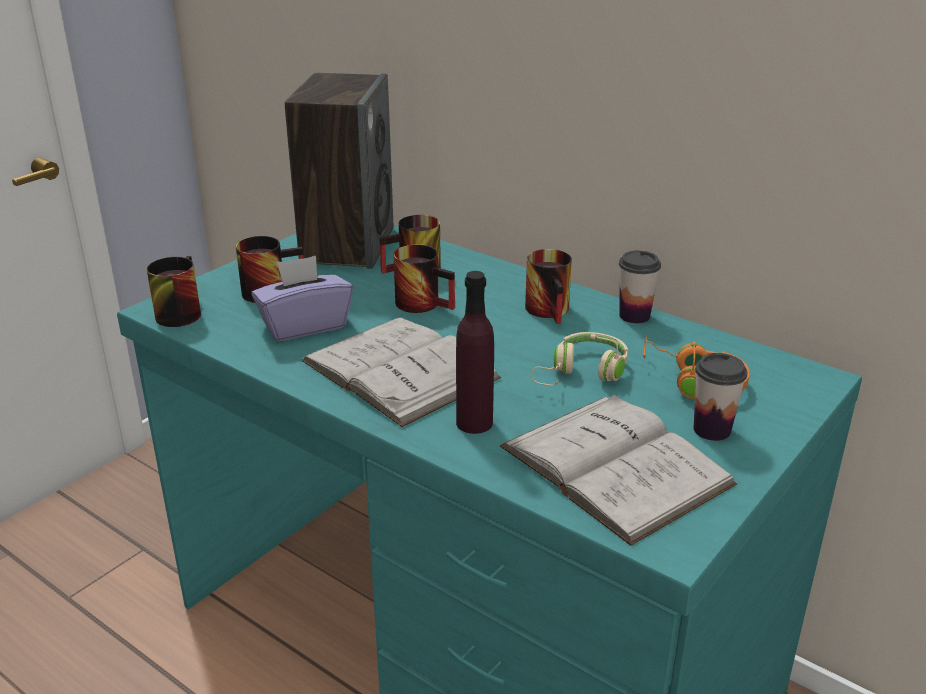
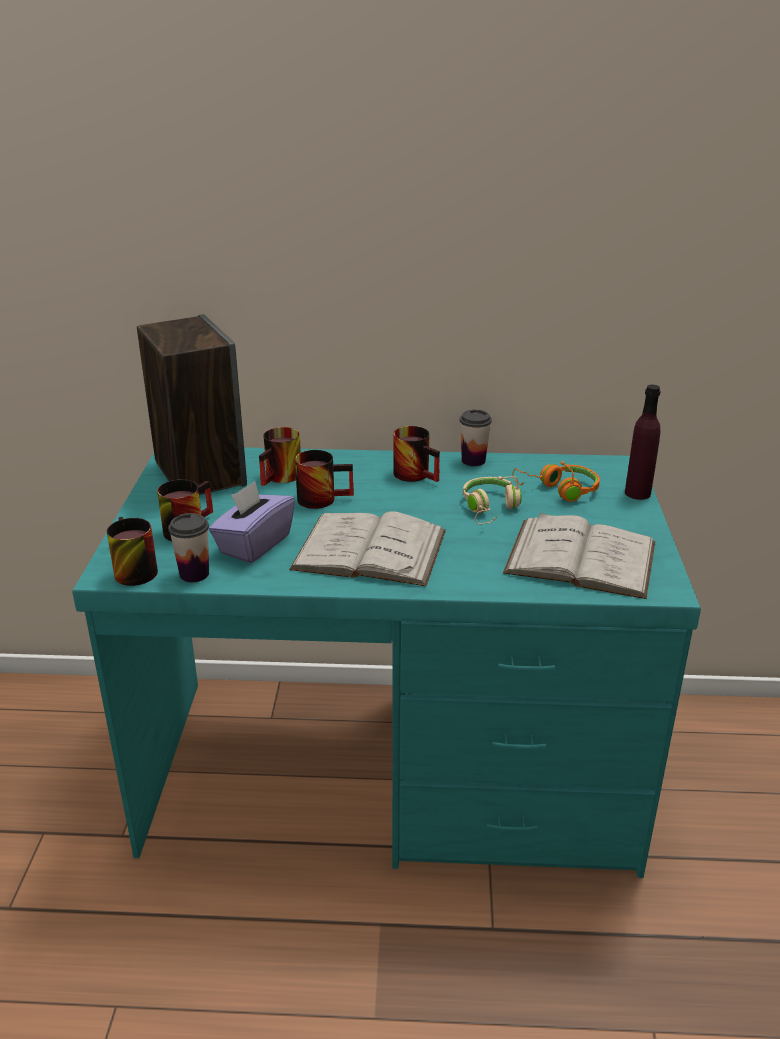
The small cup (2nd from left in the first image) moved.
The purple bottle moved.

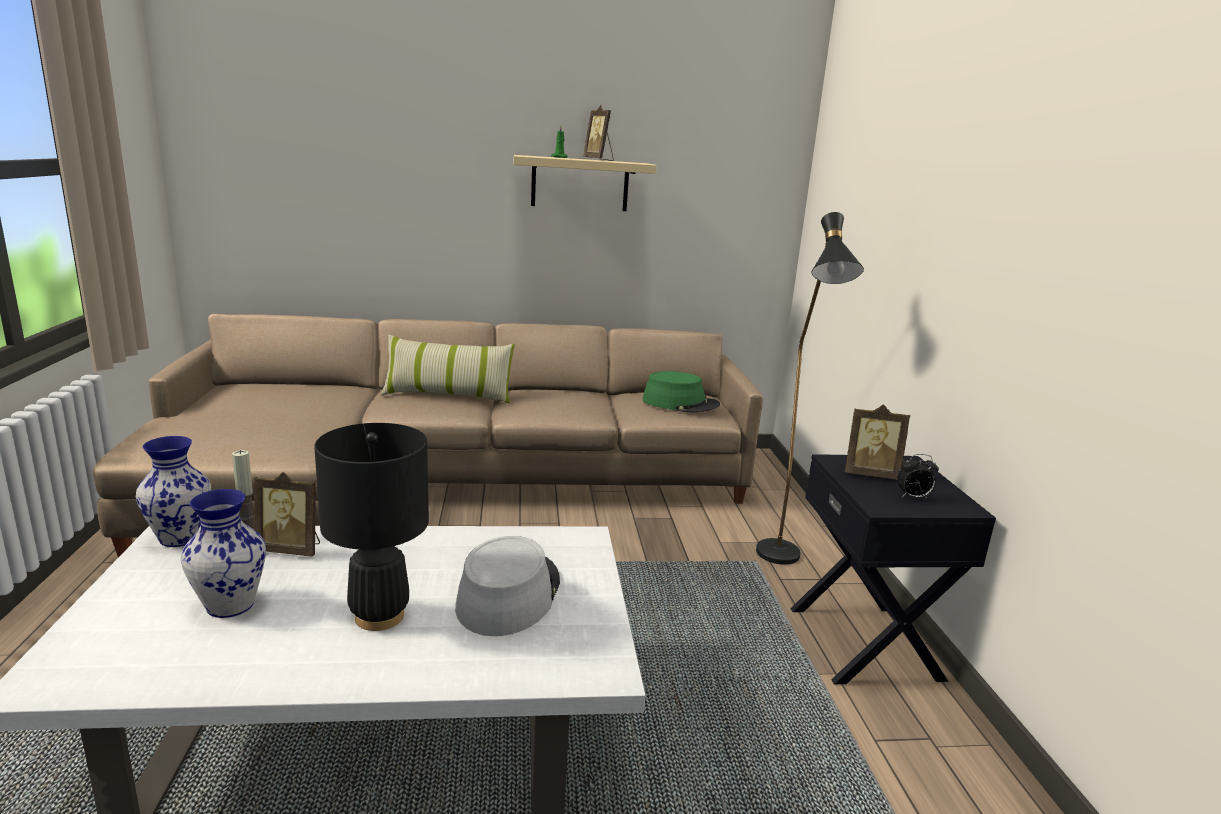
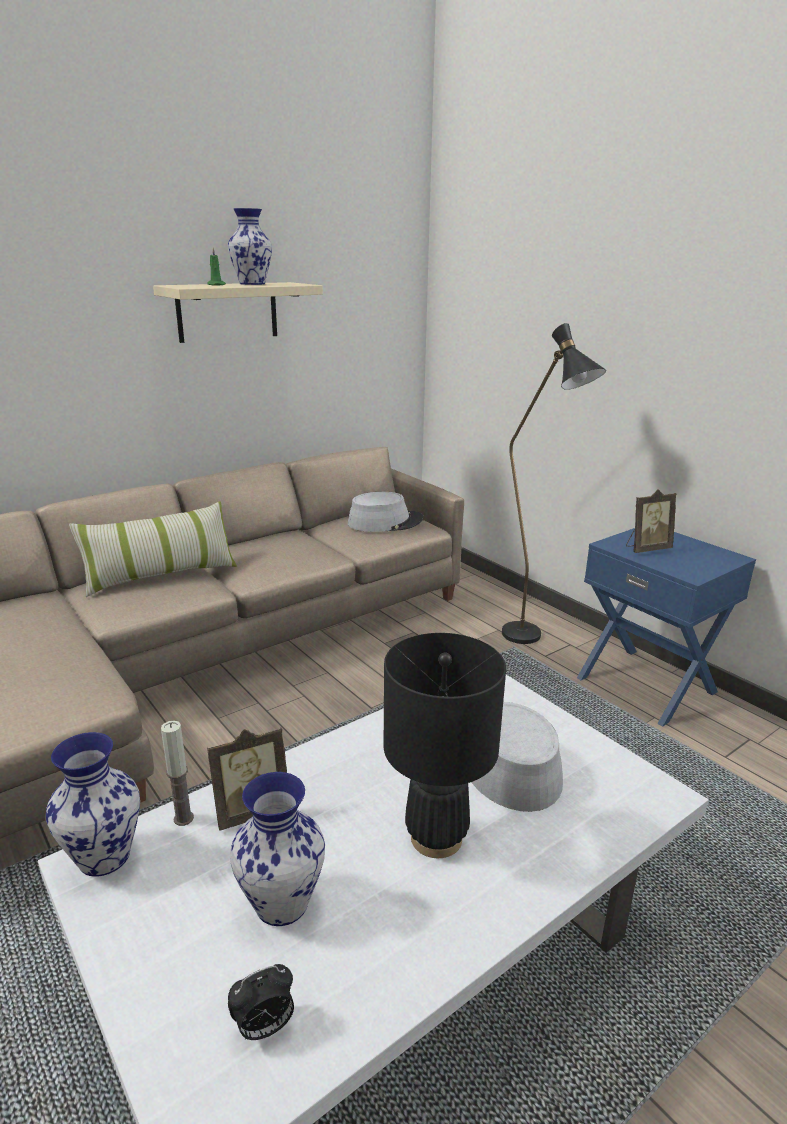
The standing frame (2nd from left) was replaced by the decorative vase (2nd from left).
The bedside clock moved.
The greenish hat became the grey hat (1st from left).
The black bedside table became the bluish bedside table.

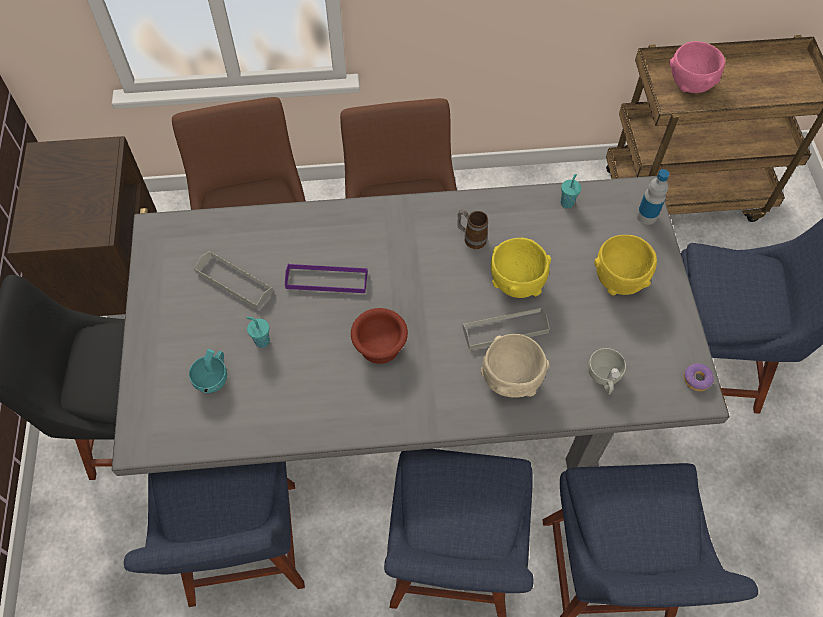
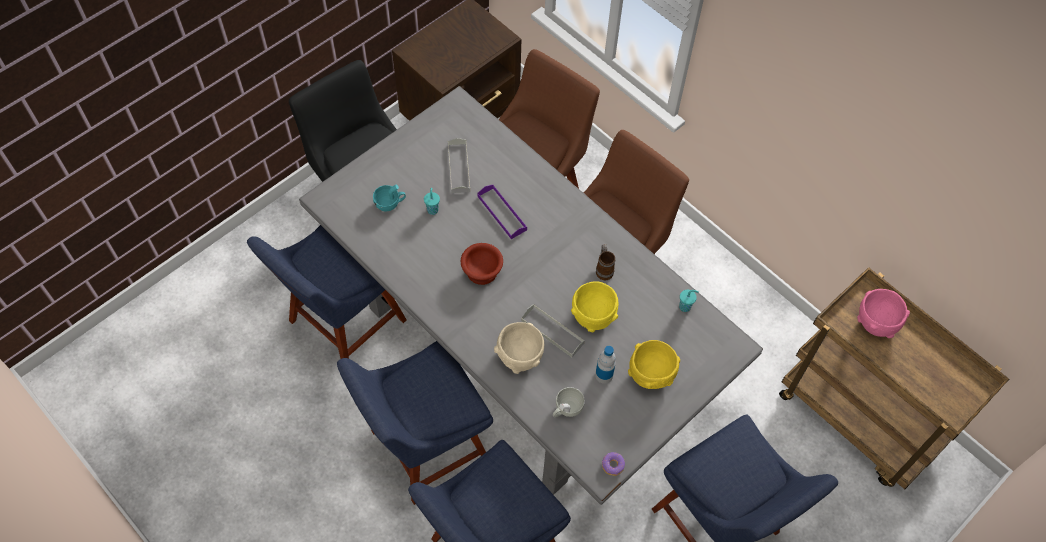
The bottle moved.

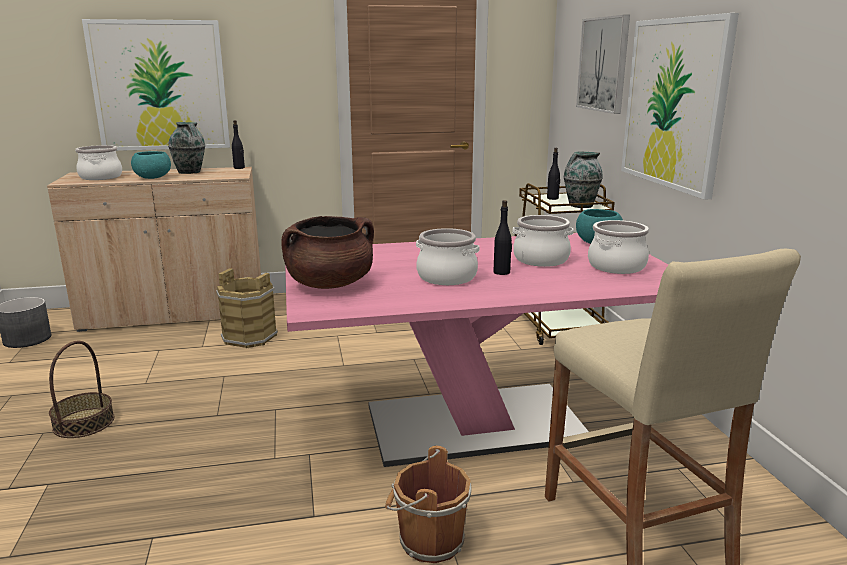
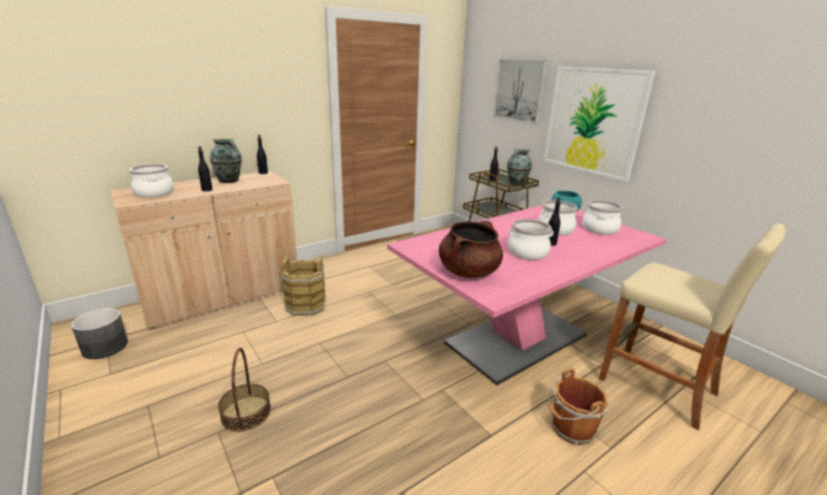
The turquoise serving bowl (1st from left) was replaced by the black bottle (1st from left).
The wall art (1st from left) disappeared.

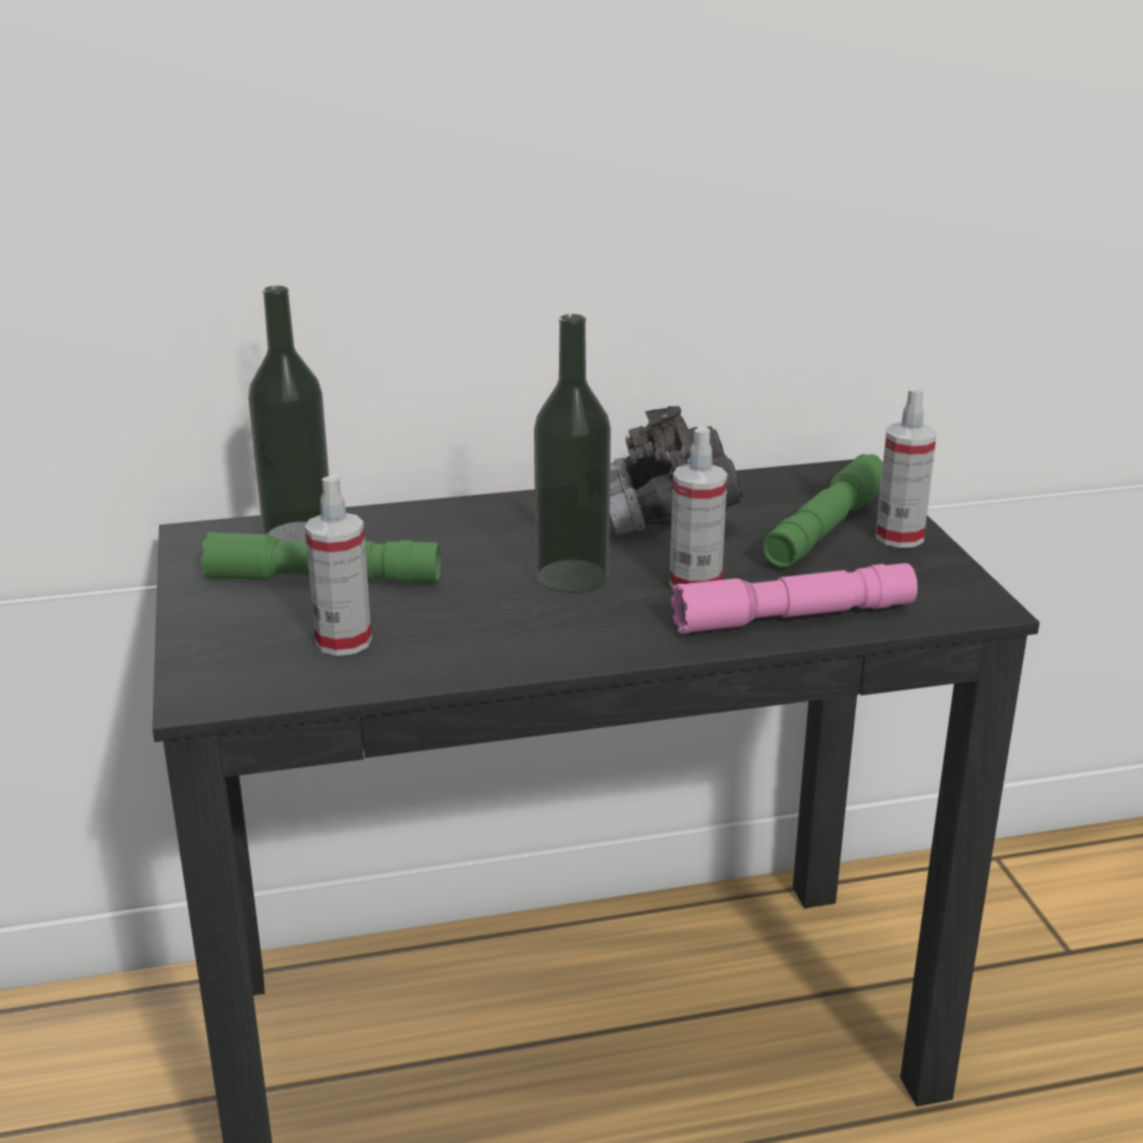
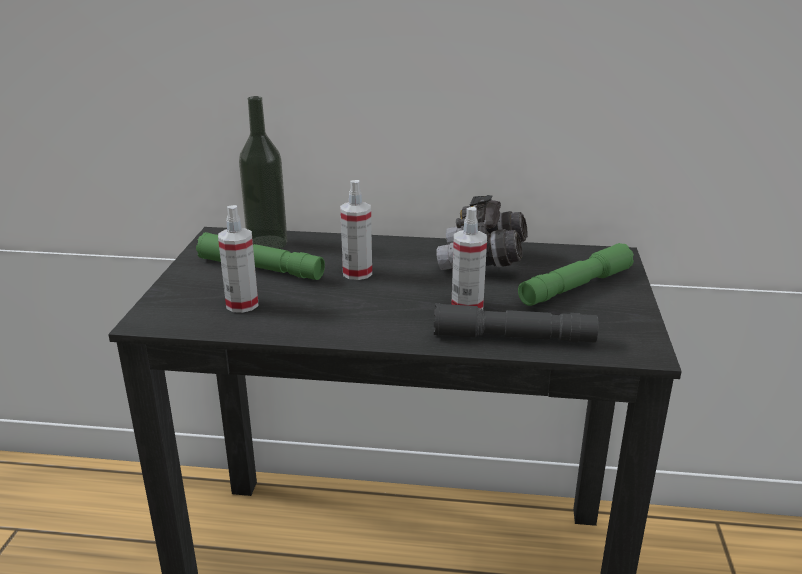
The hand sprayer (3rd from left in the first image) moved.
The pink-coloured torch became the grey torch.
The bottle (2nd from left) disappeared.

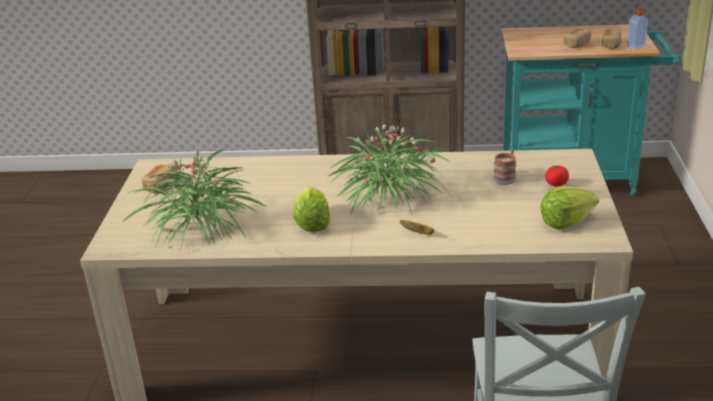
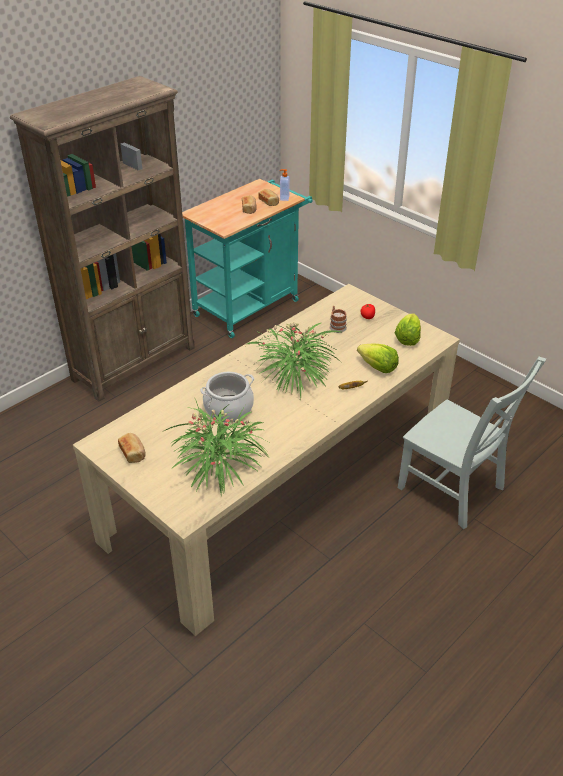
The stockpot appeared.
The lettuce head (1st from left) moved.

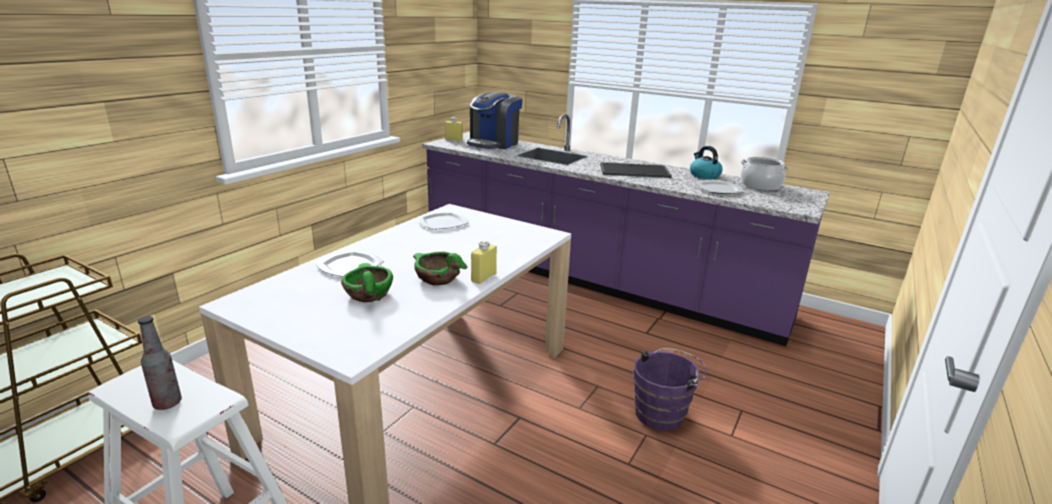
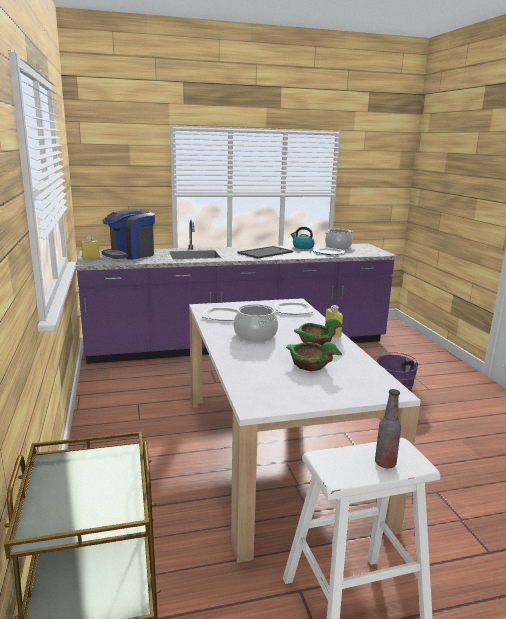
The coffee brewer turned 60 degrees clockwise.
The stockpot (1st from left) appeared.
The plate (1st from left in the first image) moved.

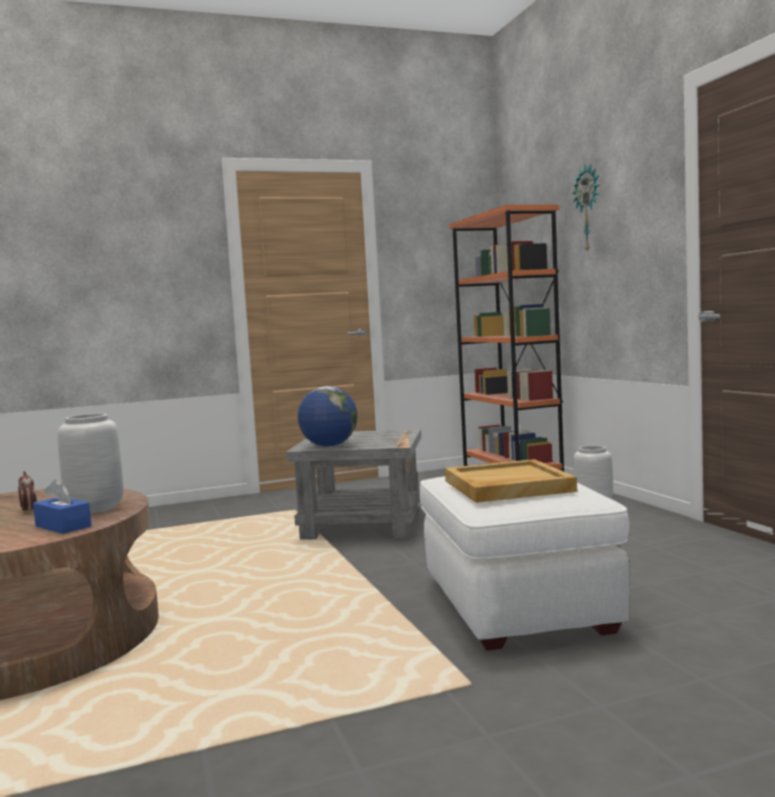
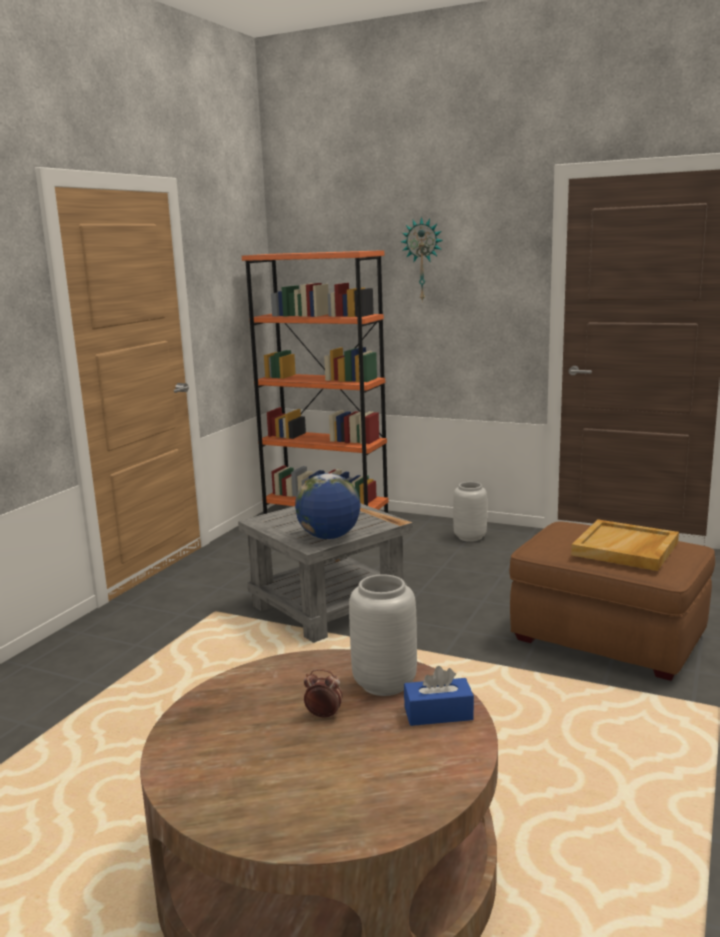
The whitish pouffe became the brownish pouffe.

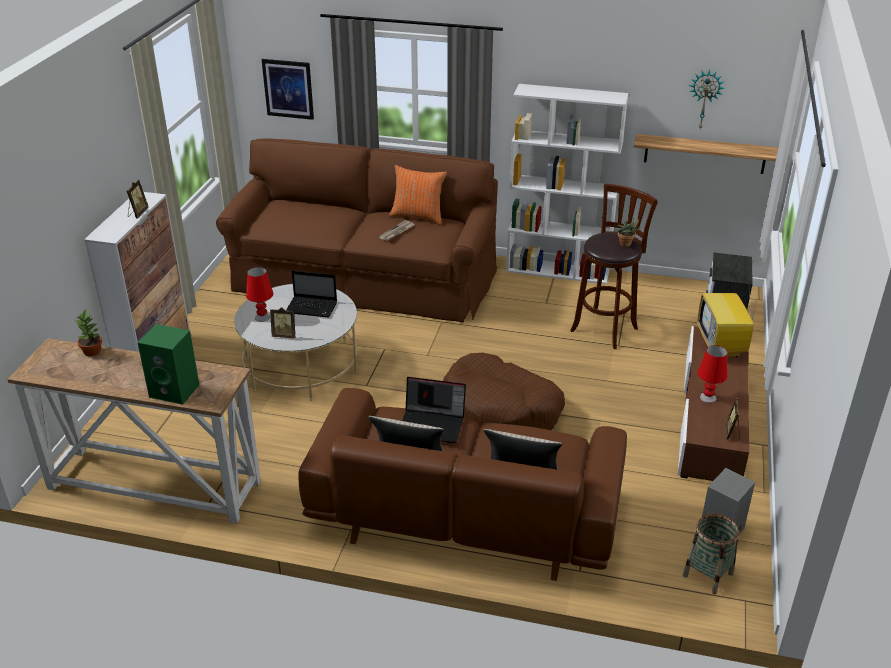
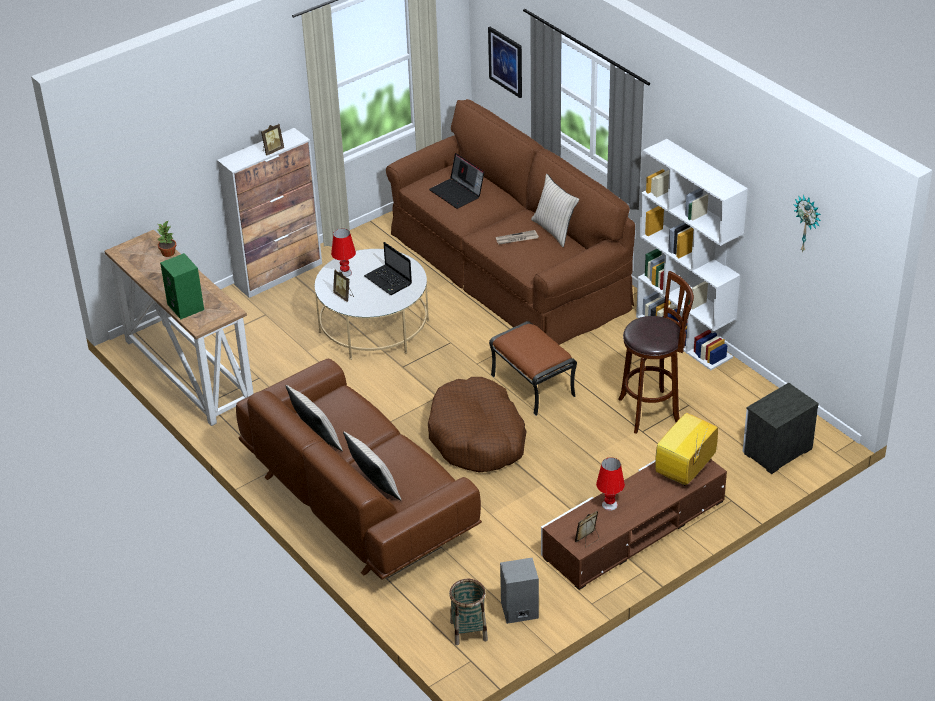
The notebook computer (2nd from left) moved.
The brownish pouffe appeared.
The orange-coloured pillow became the sand-coloured pillow (3rd from left).
The potted plant (2nd from left) disappeared.
The bracket shelf disappeared.

